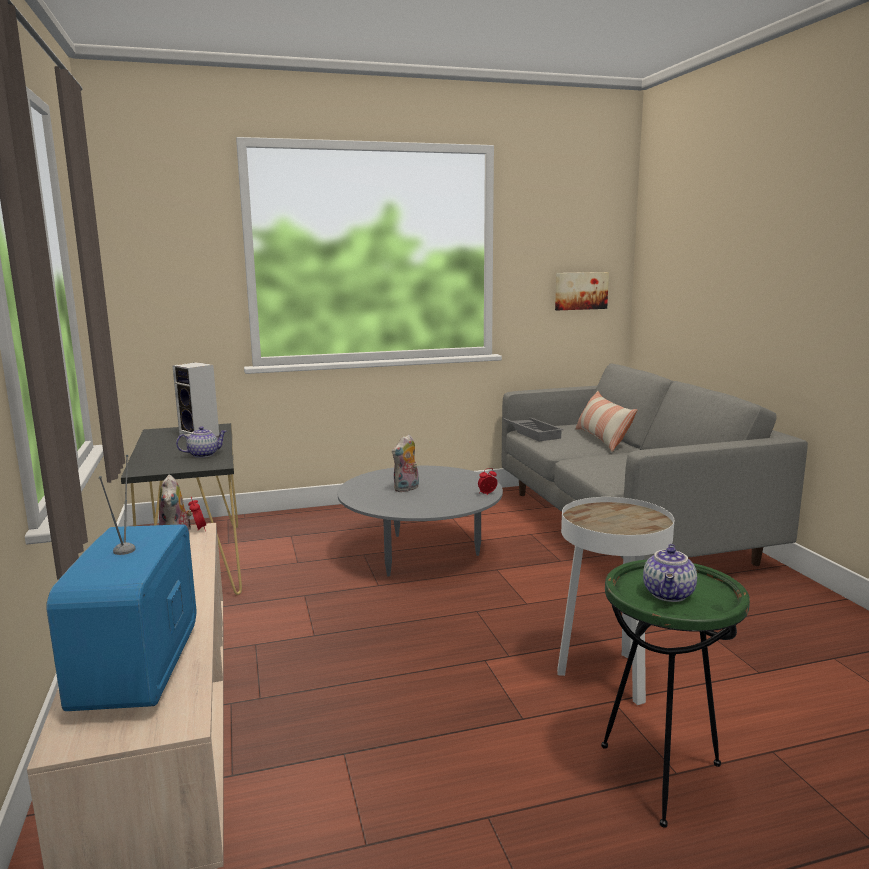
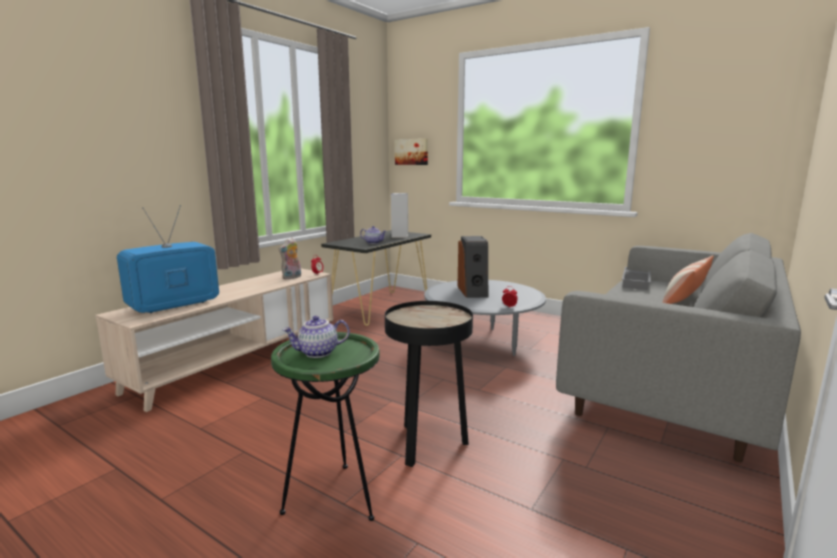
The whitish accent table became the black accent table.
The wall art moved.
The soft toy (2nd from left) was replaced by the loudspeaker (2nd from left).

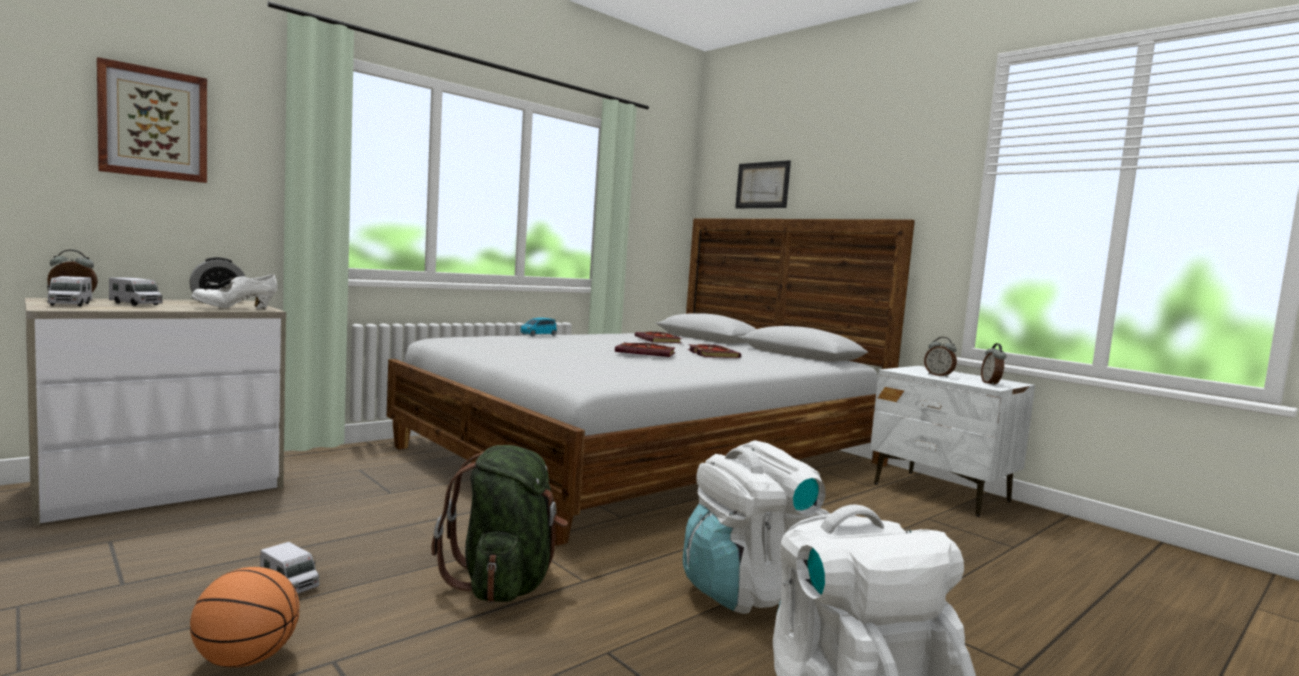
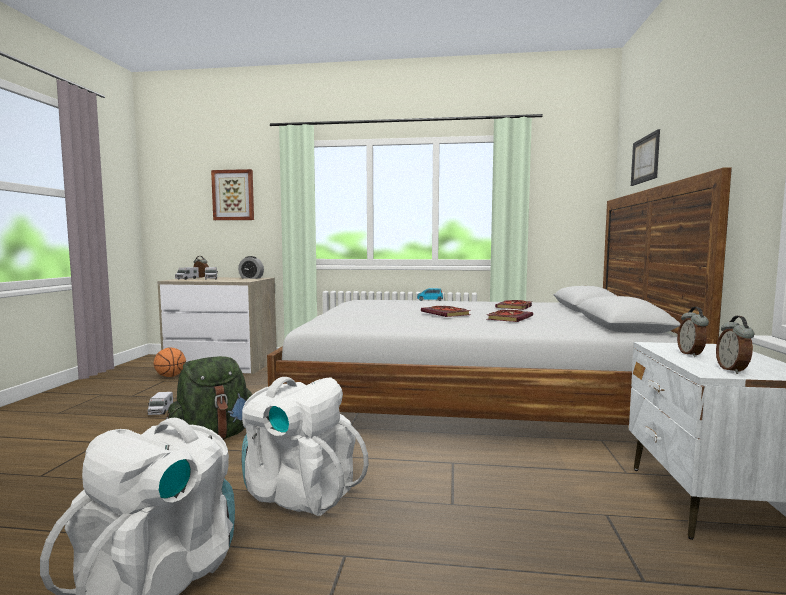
The basketball ball moved.
The bedside clock (4th from left) turned 45 degrees counterclockwise.
The whitish item of footwear disappeared.

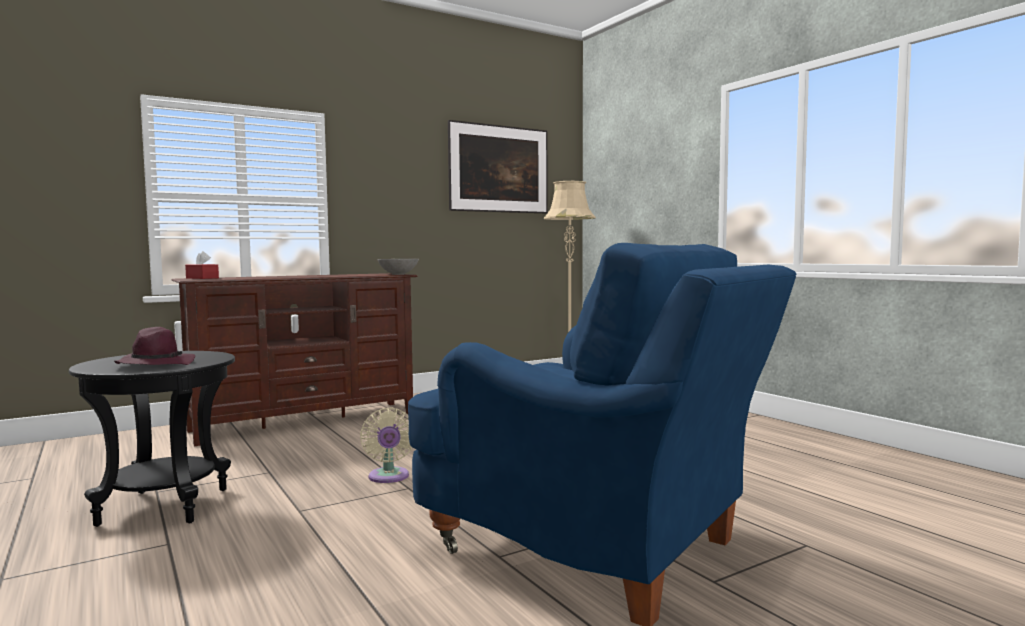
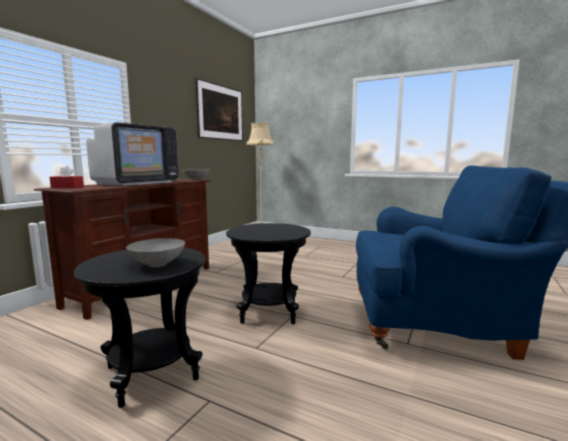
The television appeared.
The purple hat was replaced by the grey serving bowl (1st from left).
The sand-coloured fan was replaced by the black accent table (2nd from left).

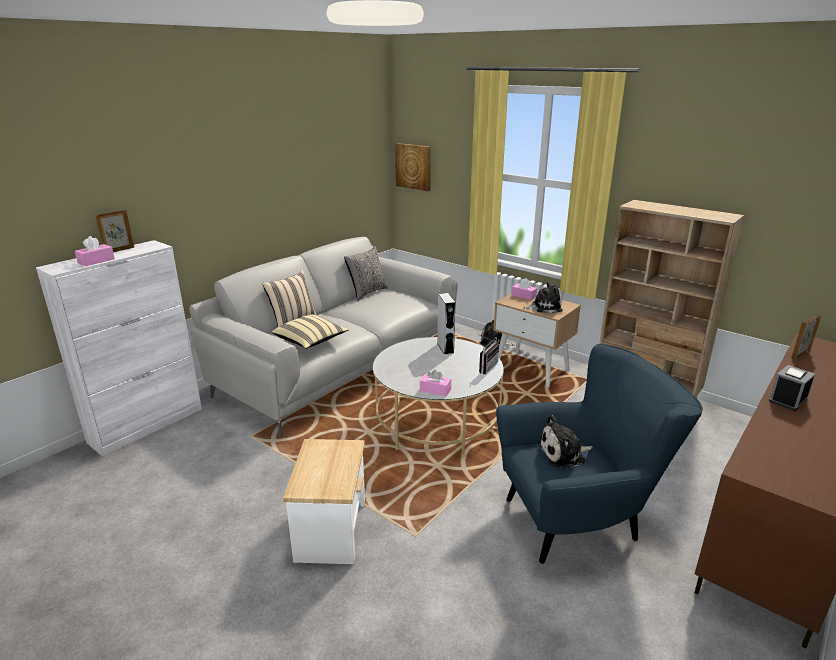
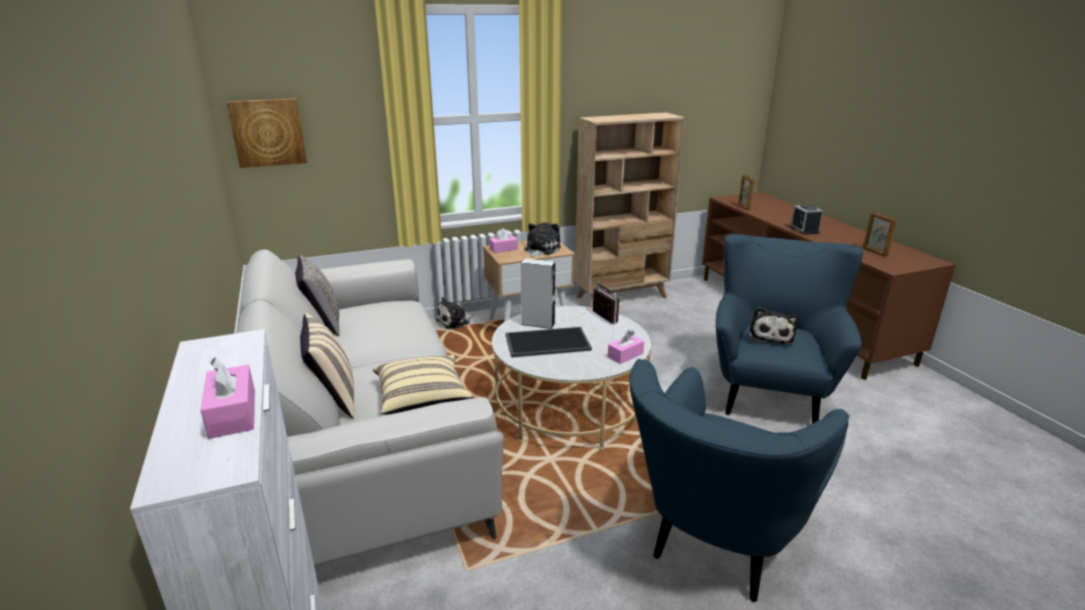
The tray appeared.
The accent table was replaced by the bluish armchair (1st from left).
The standing frame (1st from left in the first image) moved.

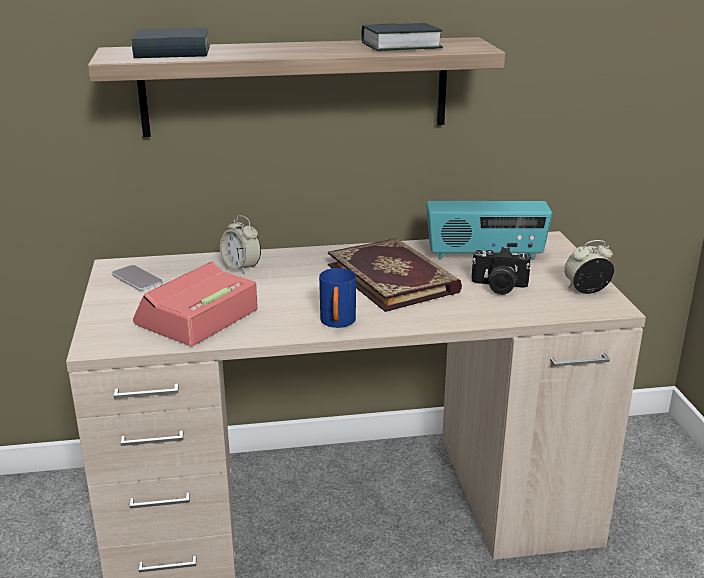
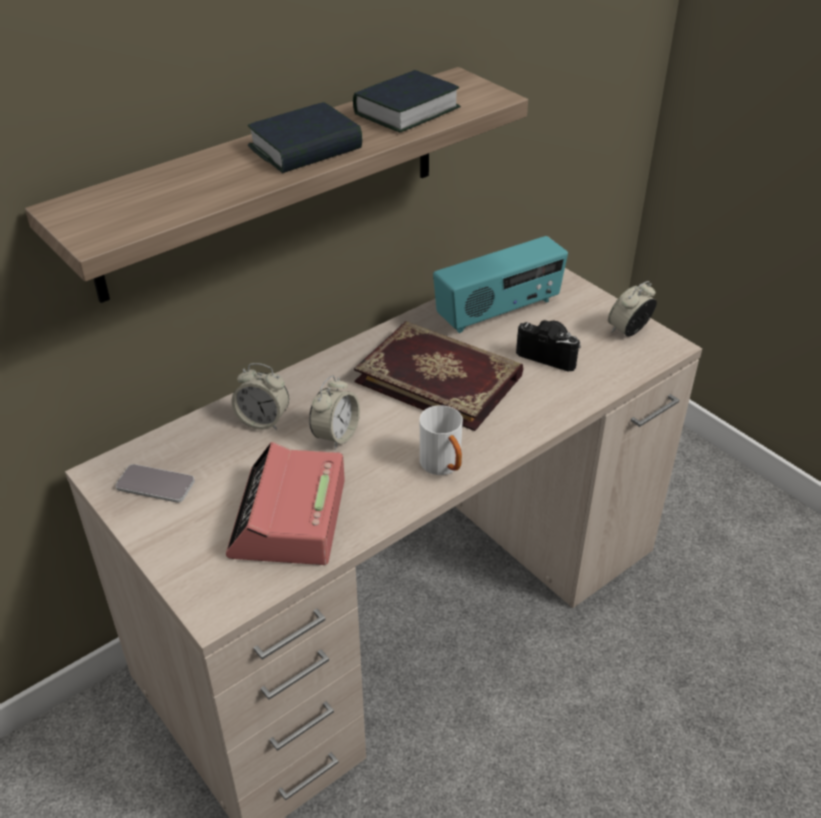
The bound book (1st from left) moved.
The bedside clock (3rd from left) appeared.
The bluish coffee mug became the whitish coffee mug.
The still camera turned 135 degrees counterclockwise.

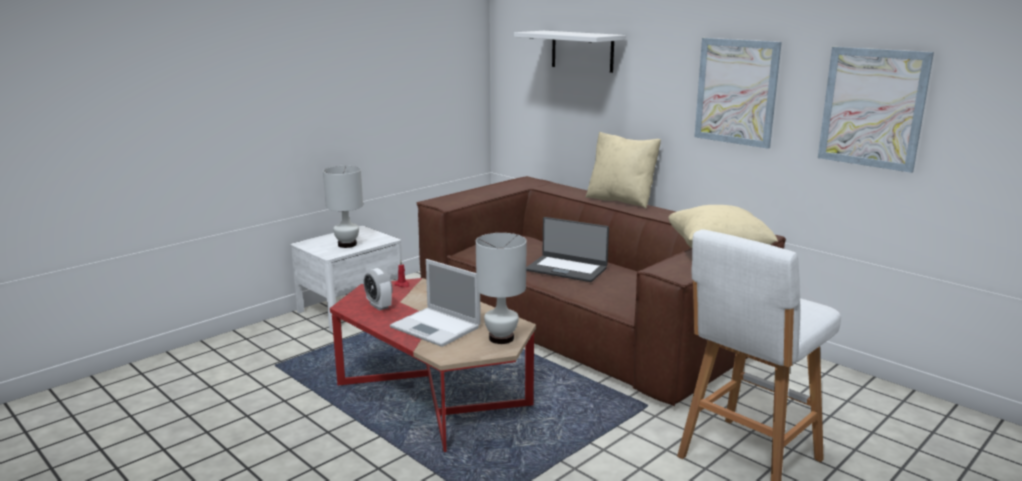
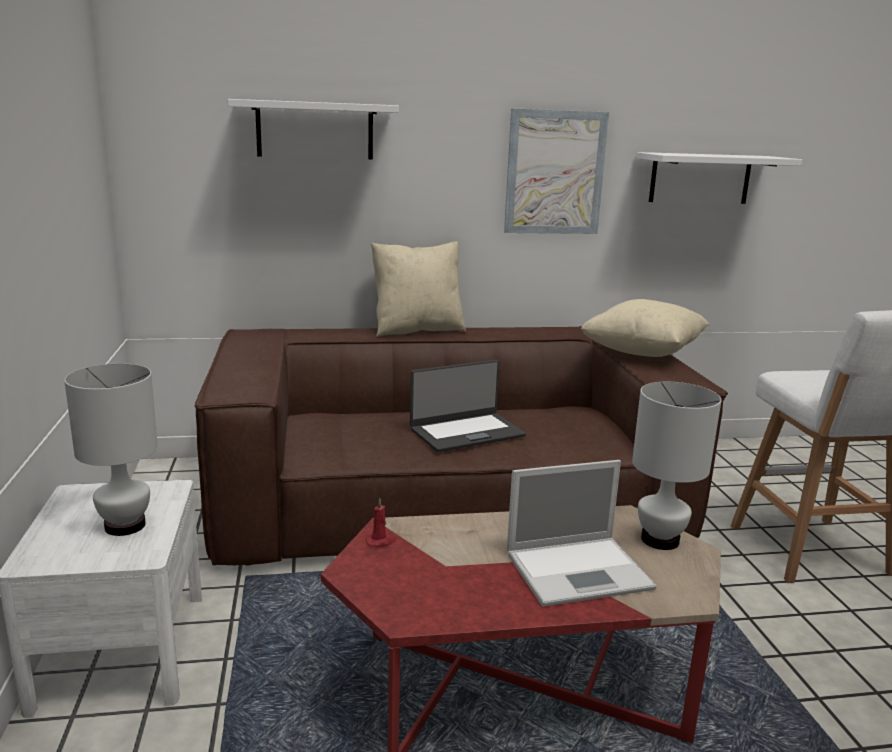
The wall art (2nd from left) was replaced by the whitish bracket shelf (2nd from left).
The bedside clock disappeared.

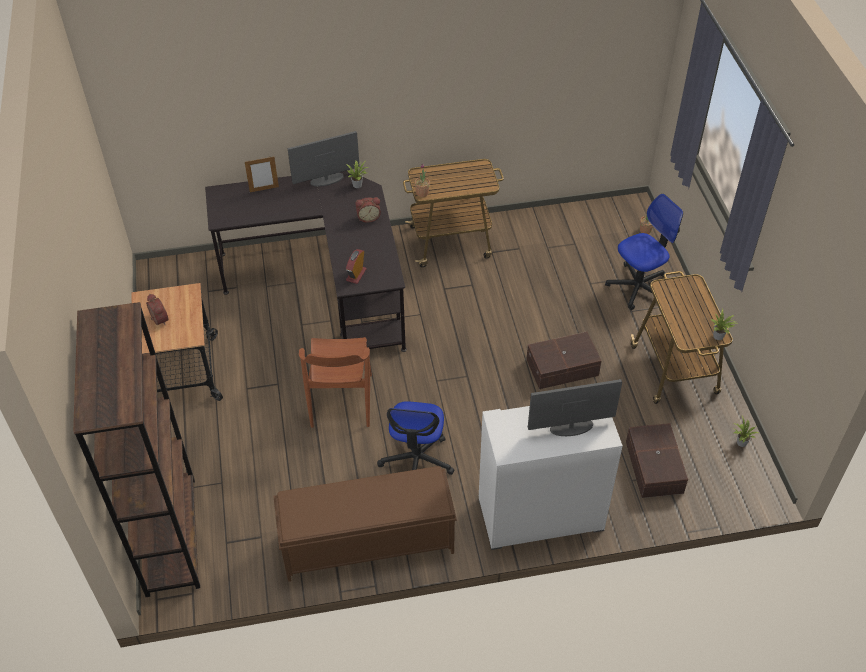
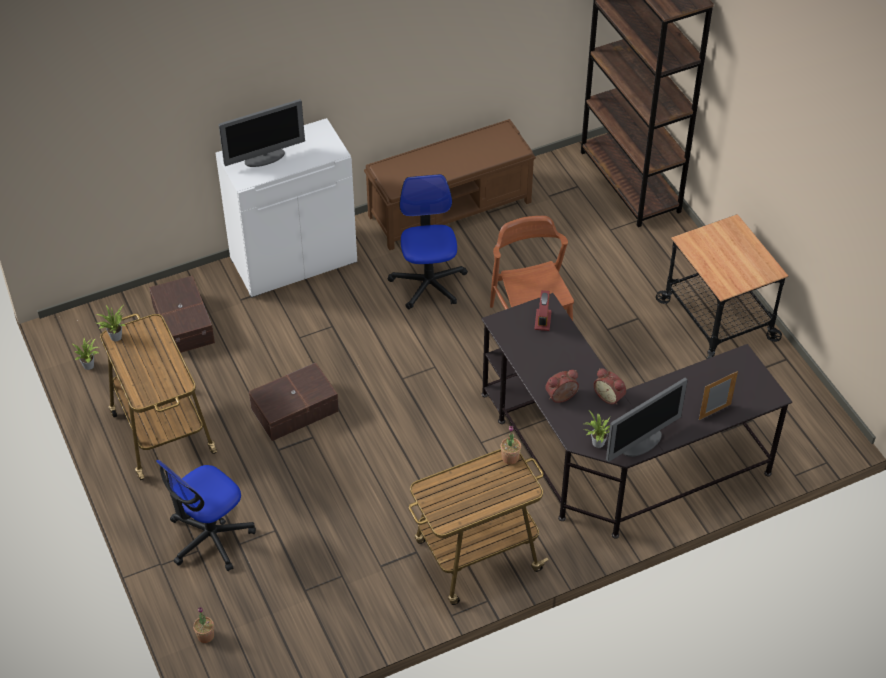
The bedside clock (1st from left in the first image) moved.

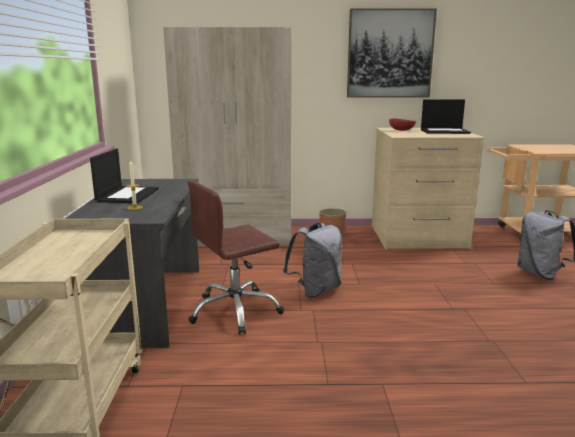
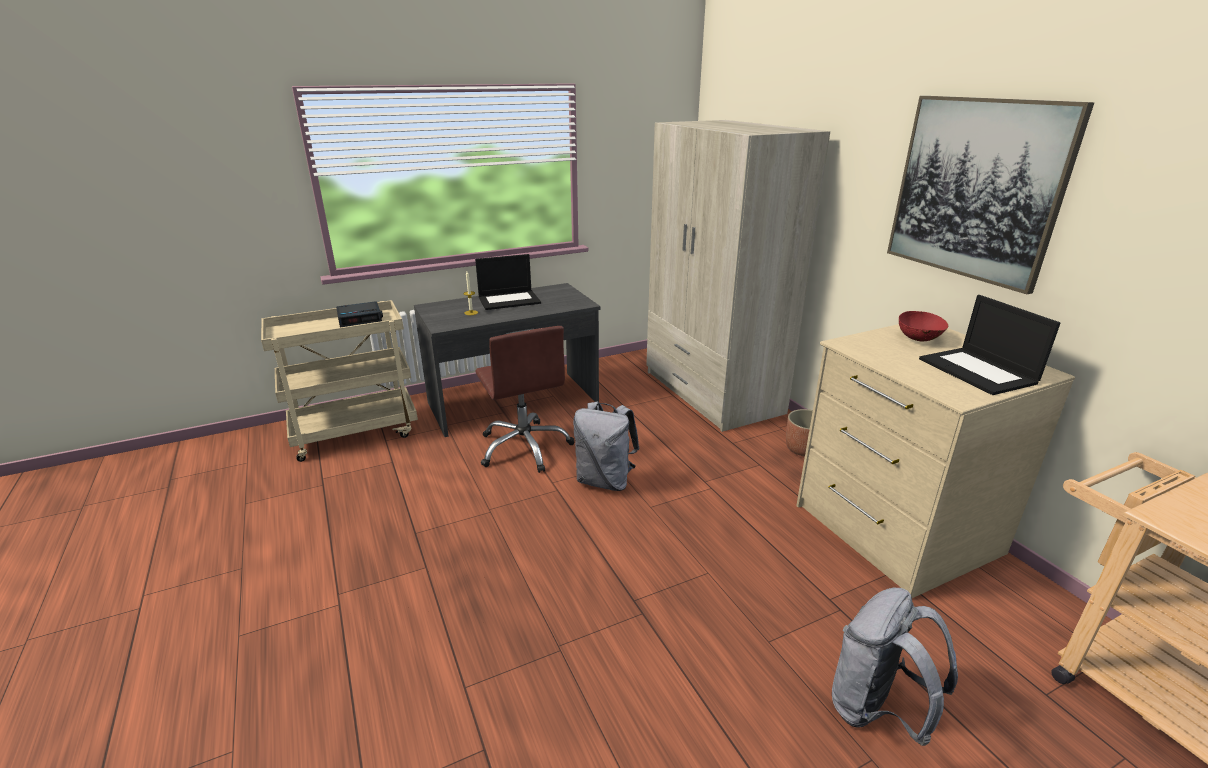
The bedside clock appeared.
The brownish office chair turned 150 degrees counterclockwise.

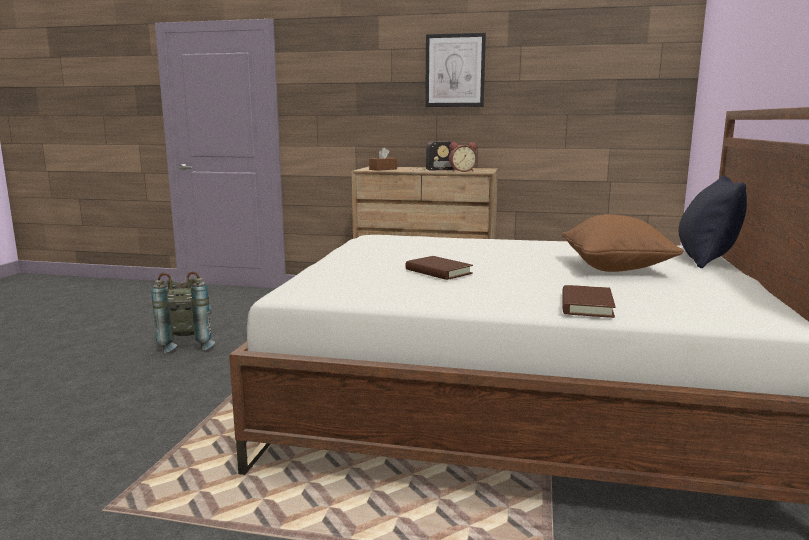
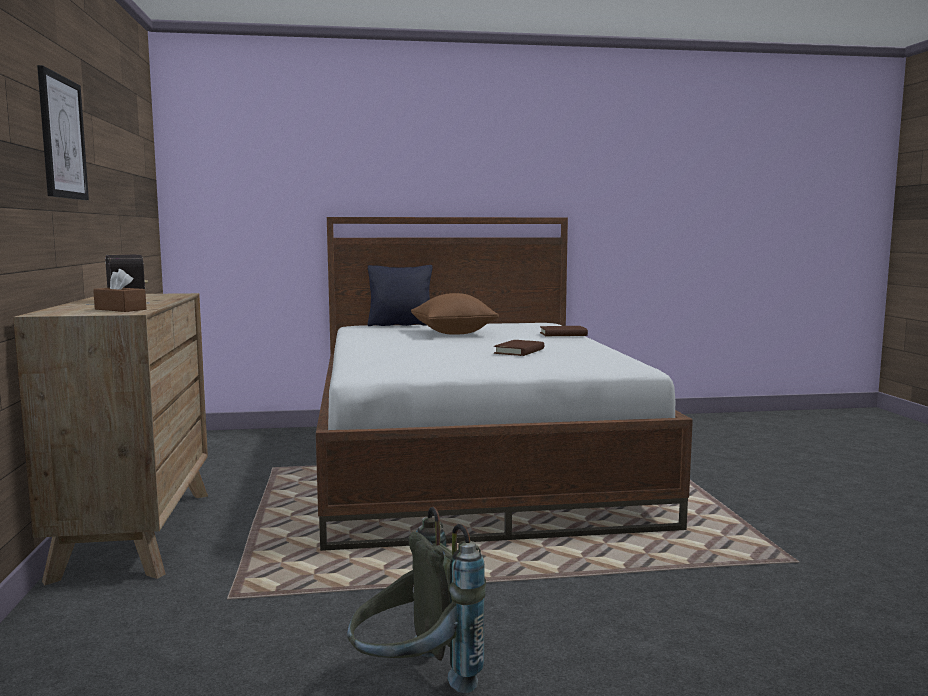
The bedside clock disappeared.

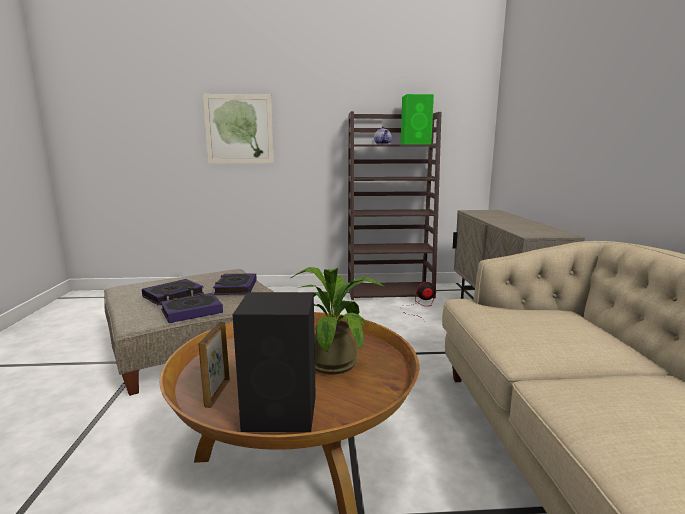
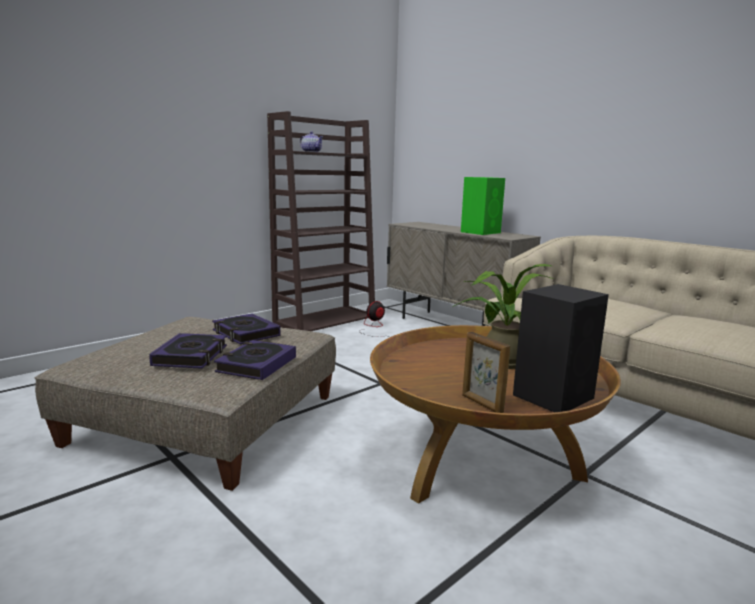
The greenish loudspeaker moved.
The wall art disappeared.

